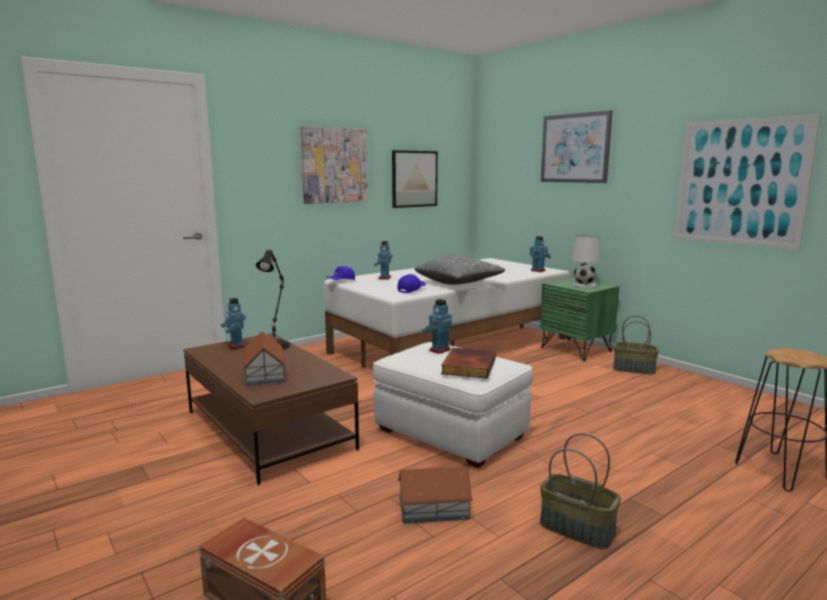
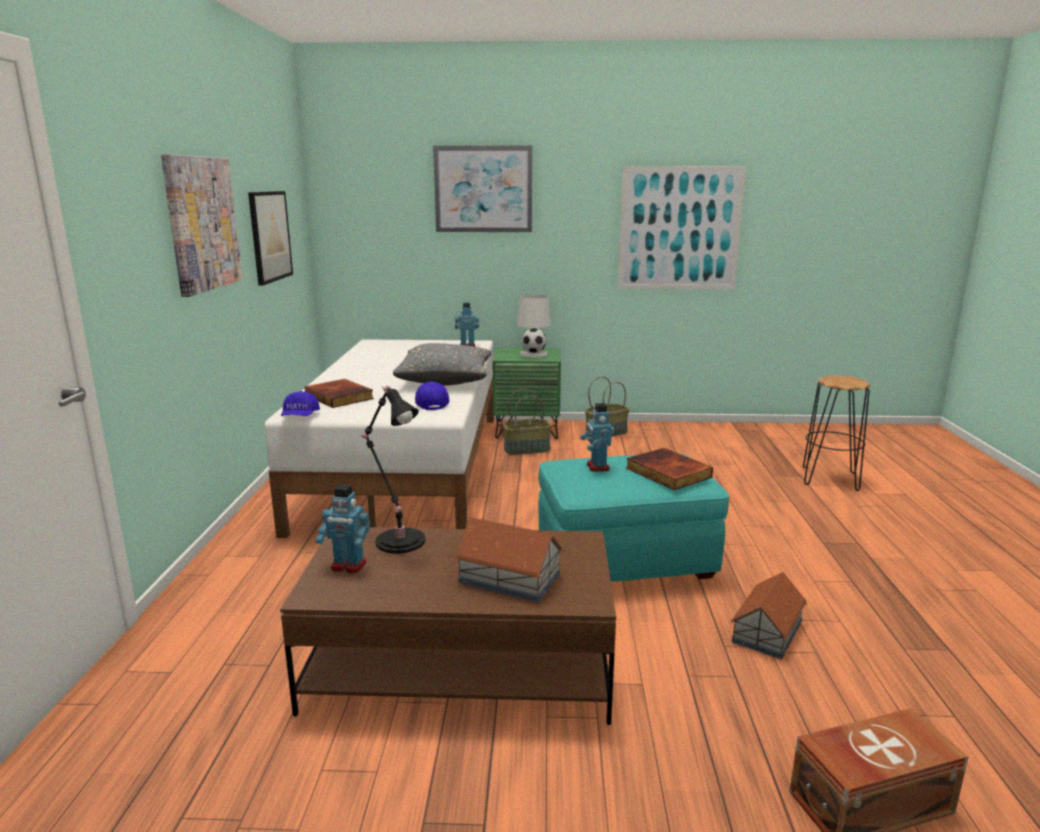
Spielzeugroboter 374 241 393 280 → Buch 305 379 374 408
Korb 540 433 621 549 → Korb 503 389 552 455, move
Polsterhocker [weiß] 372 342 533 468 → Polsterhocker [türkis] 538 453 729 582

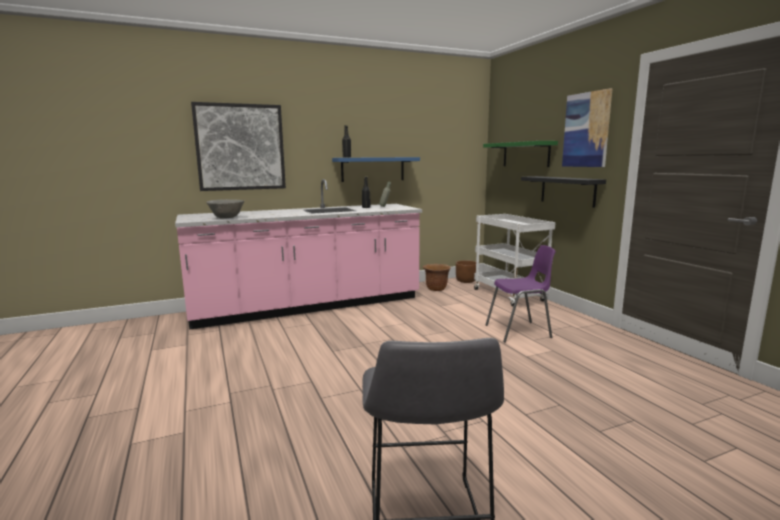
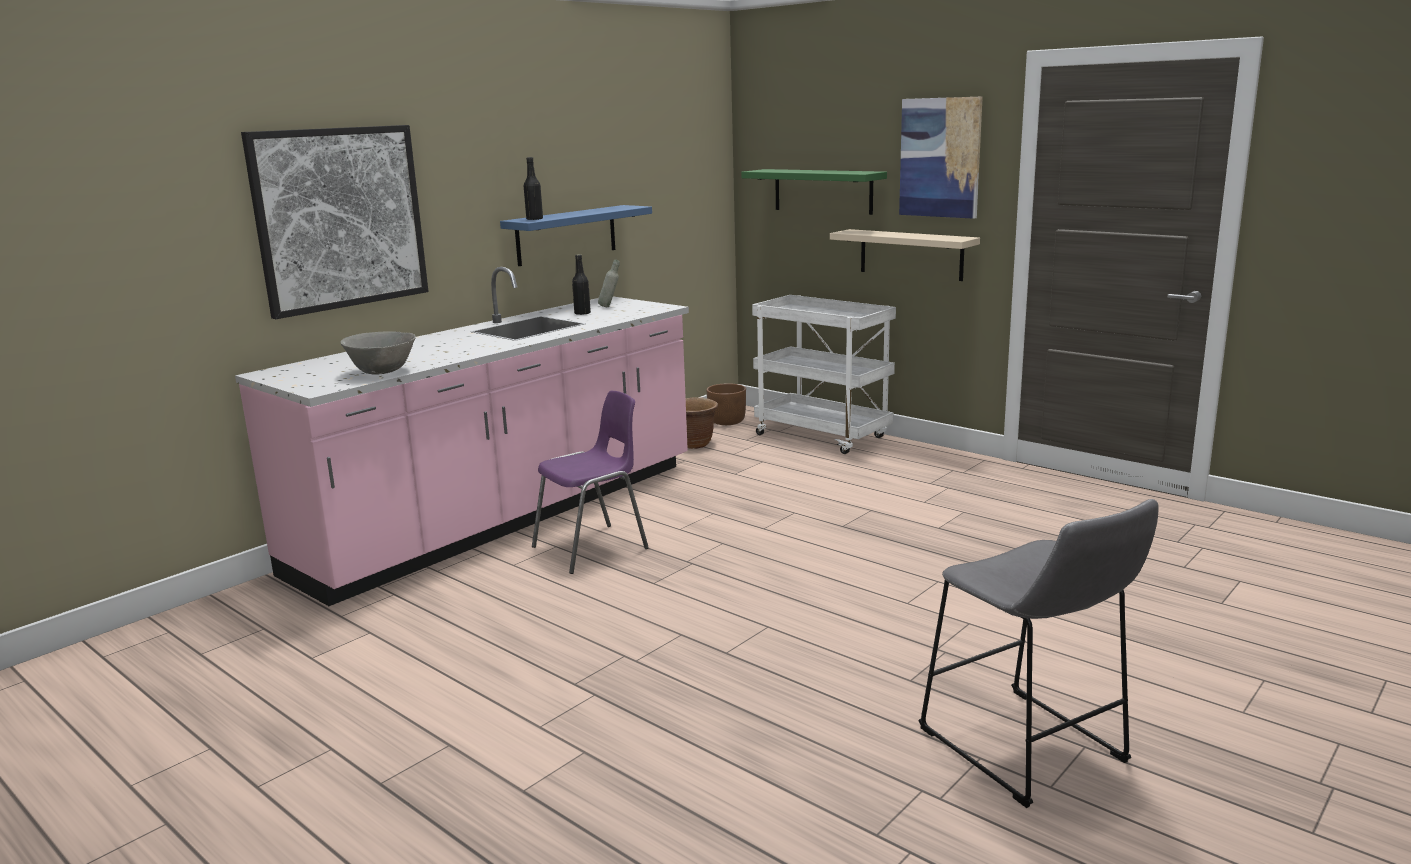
Stuhl [lila] 486 245 556 343 → Stuhl [lila] 532 391 649 574, move
Wandregal [schwarz] 521 176 606 208 → Wandregal [beige] 830 229 980 281

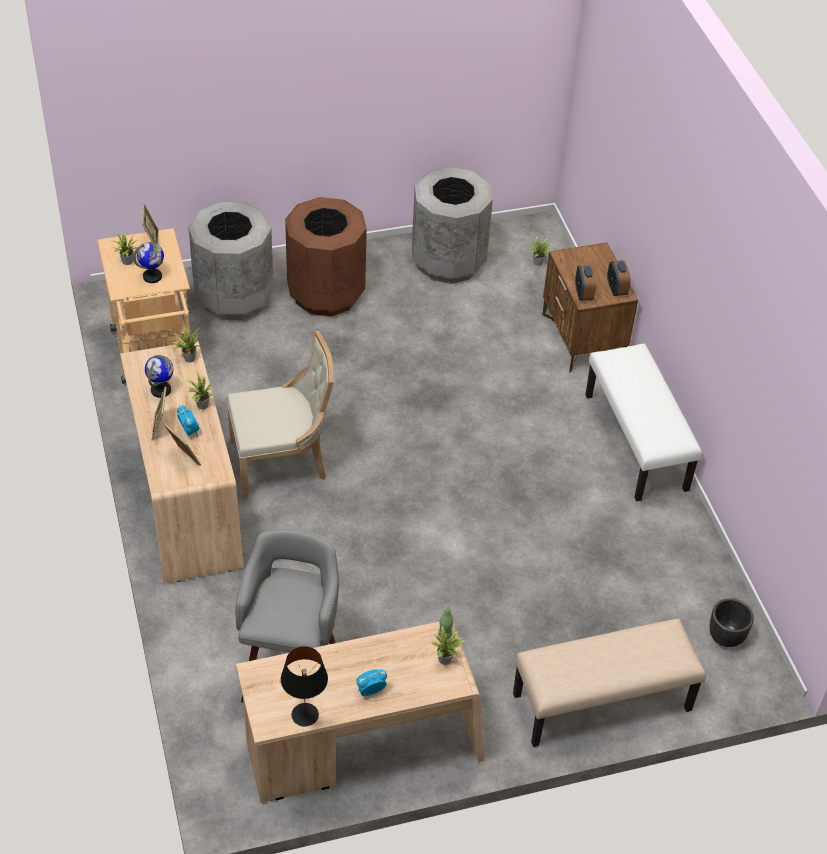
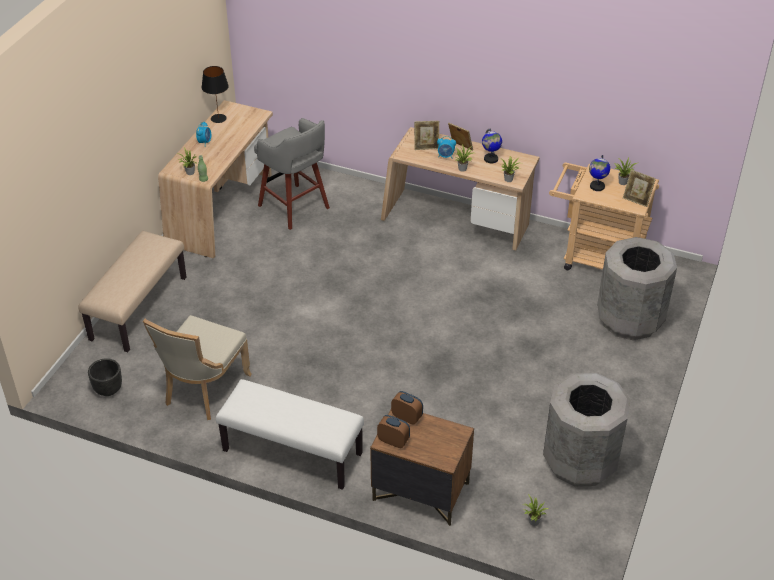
Stuhl [beige] 227 331 334 500 → Stuhl [beige] 143 315 252 420, move
Mülleimer [braun] 285 197 367 316 → -

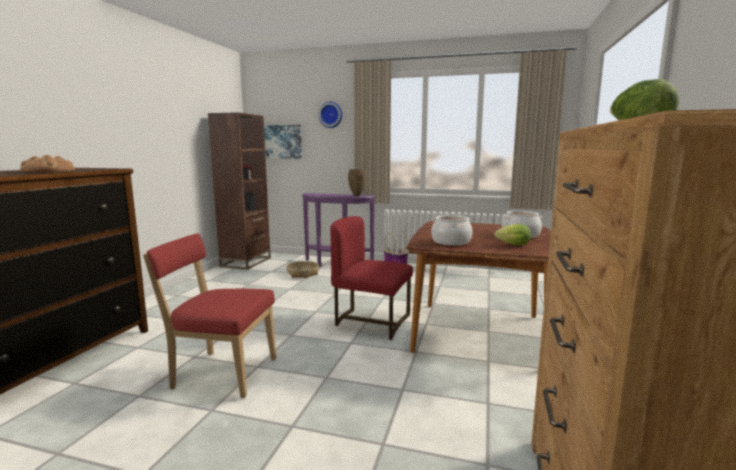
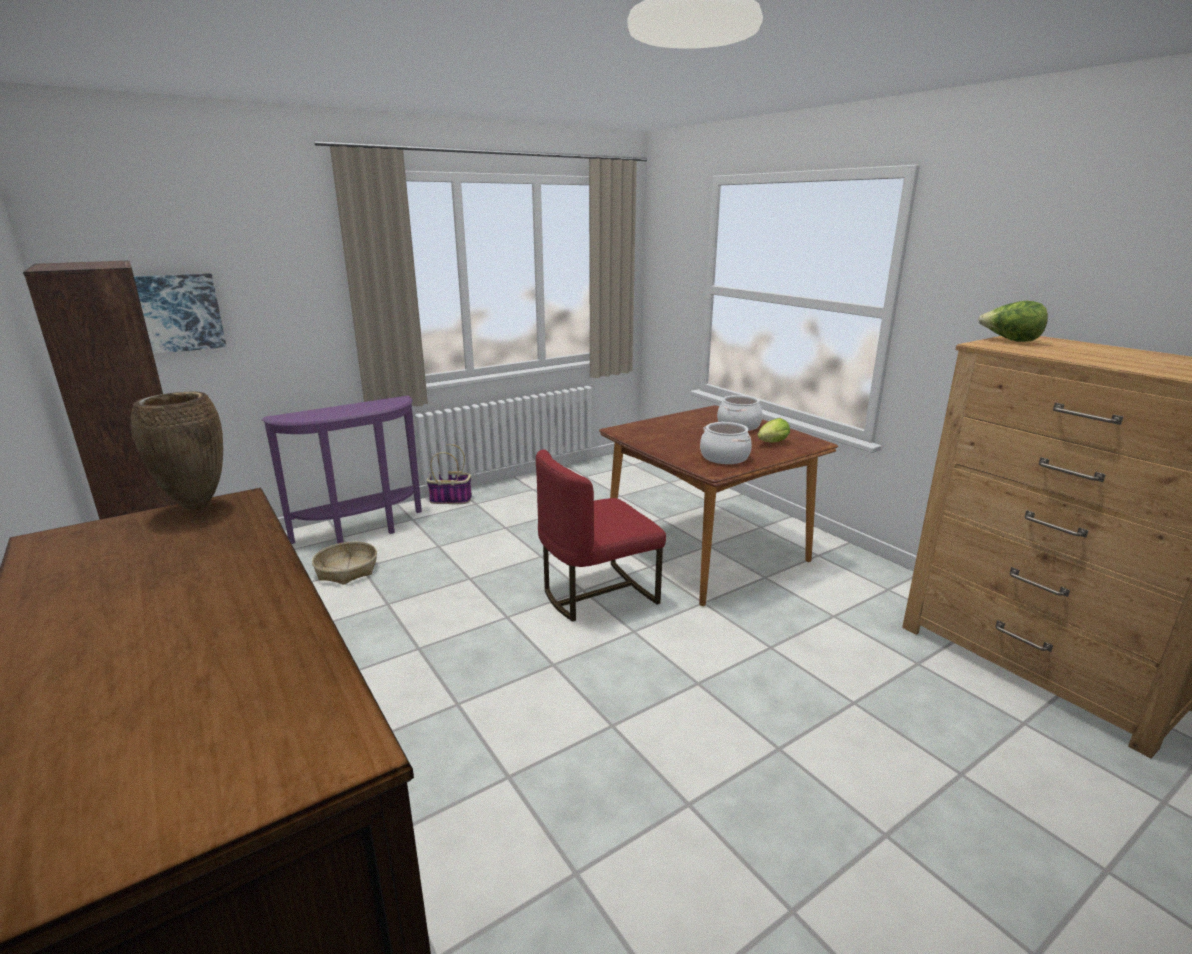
Vase [braun] 348 169 366 196 → Vase [braun] 131 391 223 510, move
Brot 20 155 75 172 → -
Stuhl [rot] 143 233 276 398 → -
Wanduhr 318 102 342 128 → -

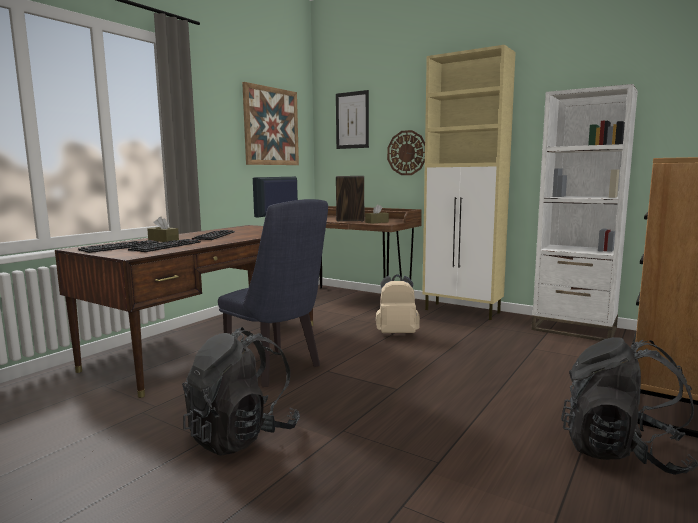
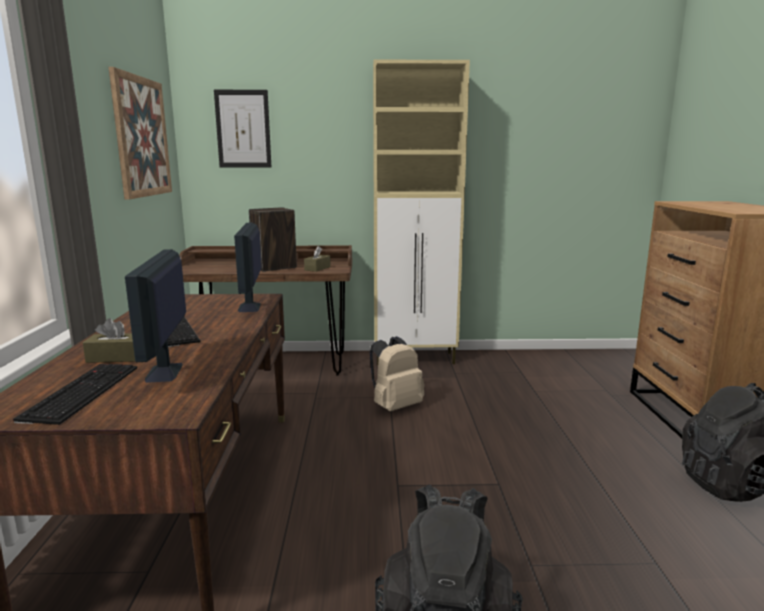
Tastatur 128 239 201 252 → Monitor 125 249 186 383
Stuhl [blau] 218 199 328 387 → -
Wanduhr 387 130 425 175 → -
Bücherregal [weiß] 531 84 638 341 → -

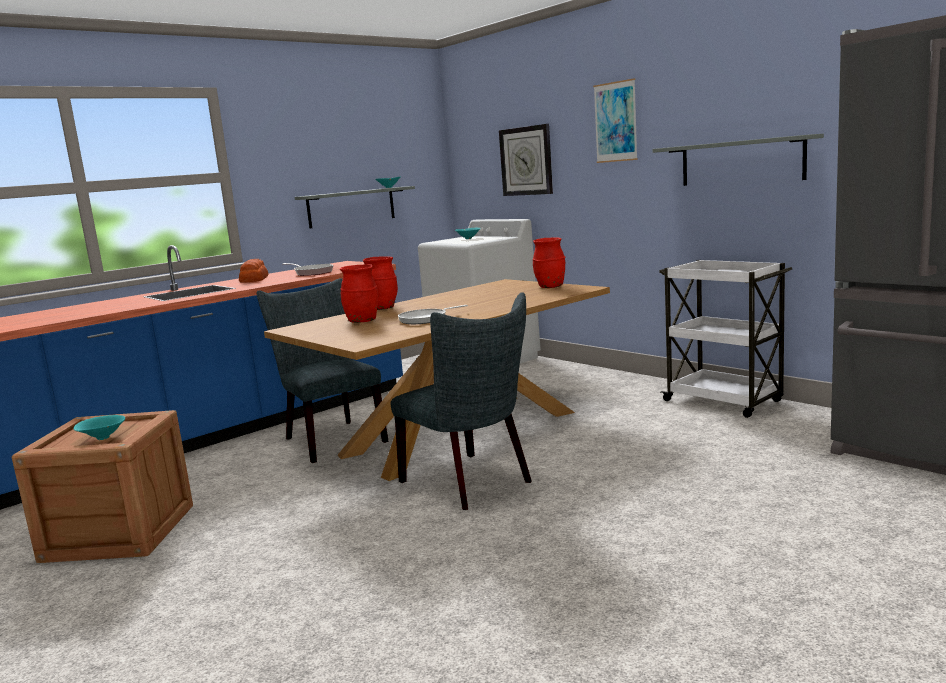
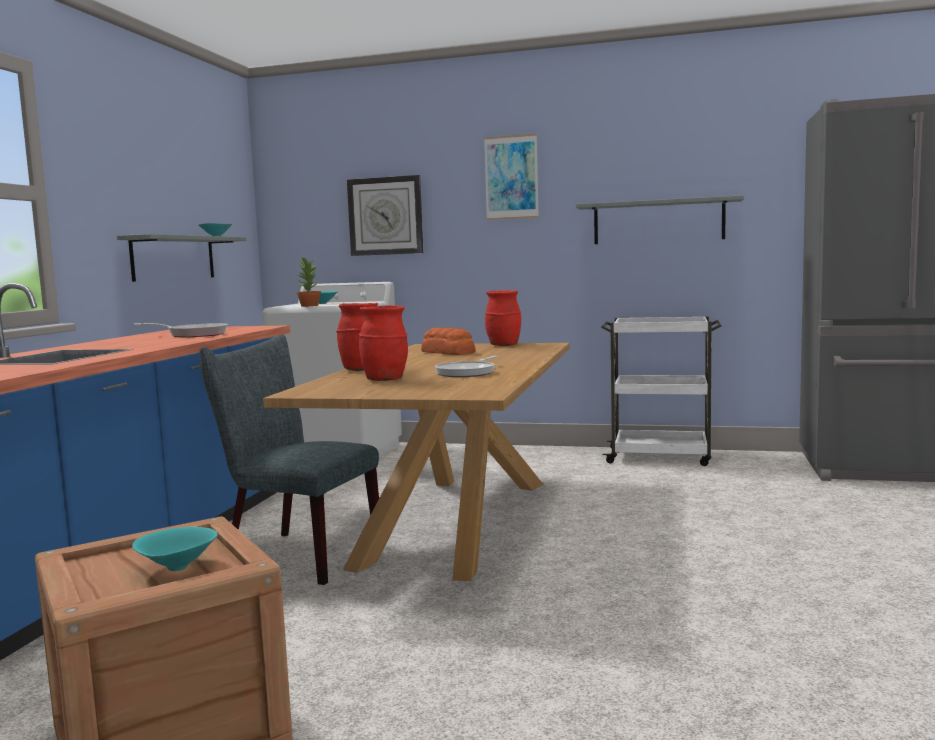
- → Topfpflanze 297 257 321 307
Brot 239 259 268 283 → Brot 421 327 476 355, move
Stuhl [grau] 391 292 532 510 → -

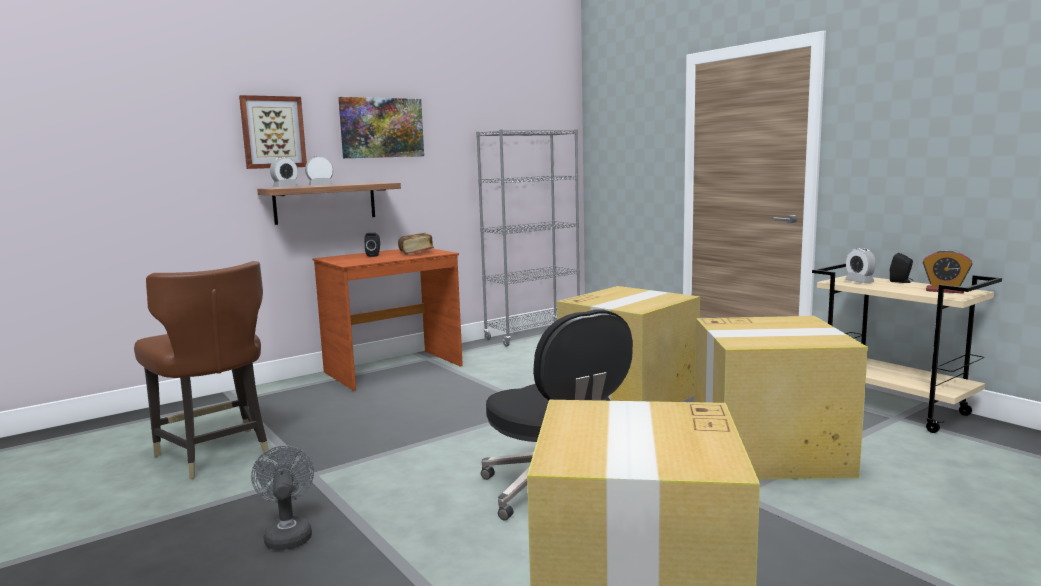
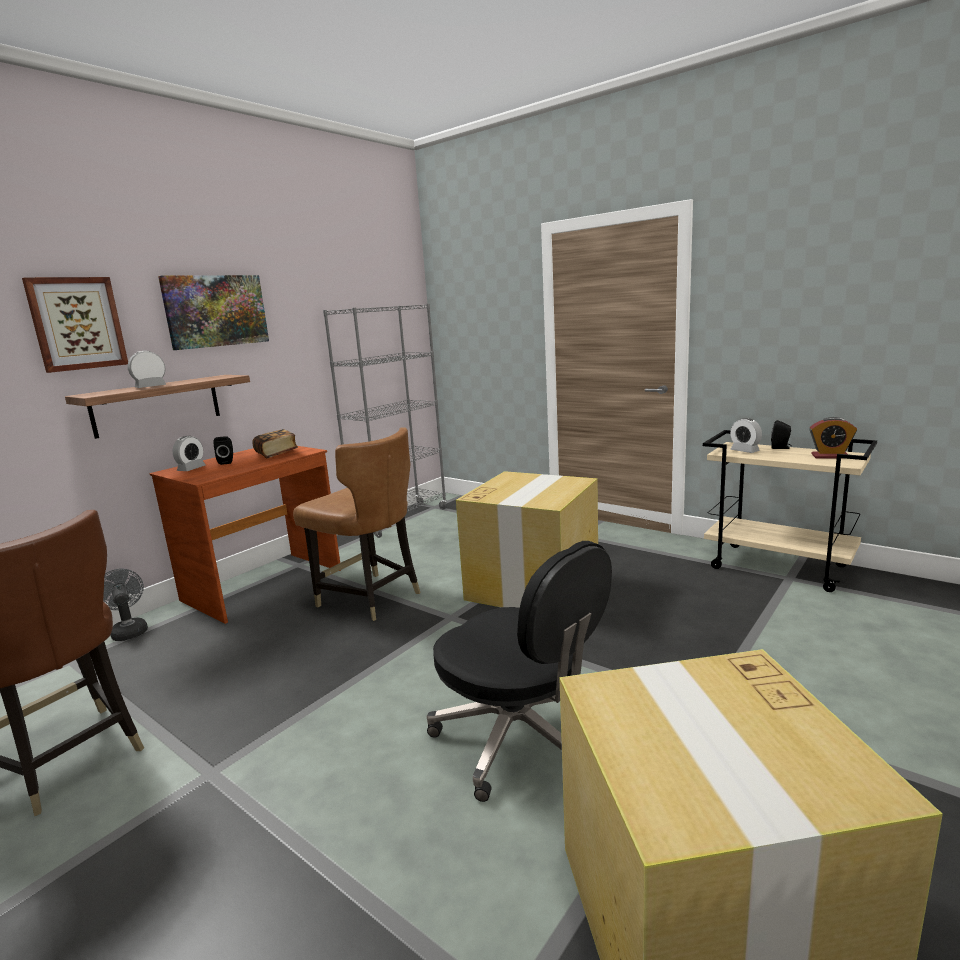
Ventilator [grau] 251 445 314 550 → Ventilator [grau] 103 569 148 641, move
Wecker 270 157 298 187 → Wecker 173 436 206 471, move
- → Stuhl [braun] 293 428 421 621
Karton 695 316 868 479 → -

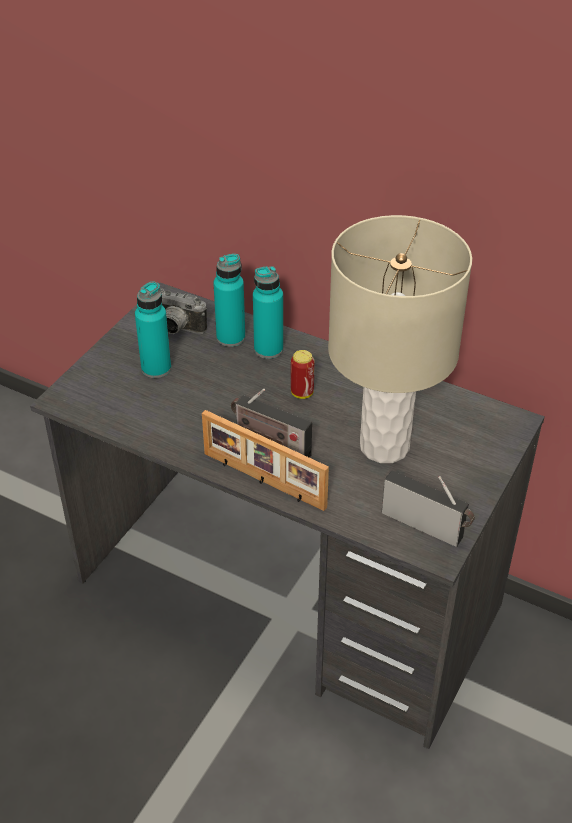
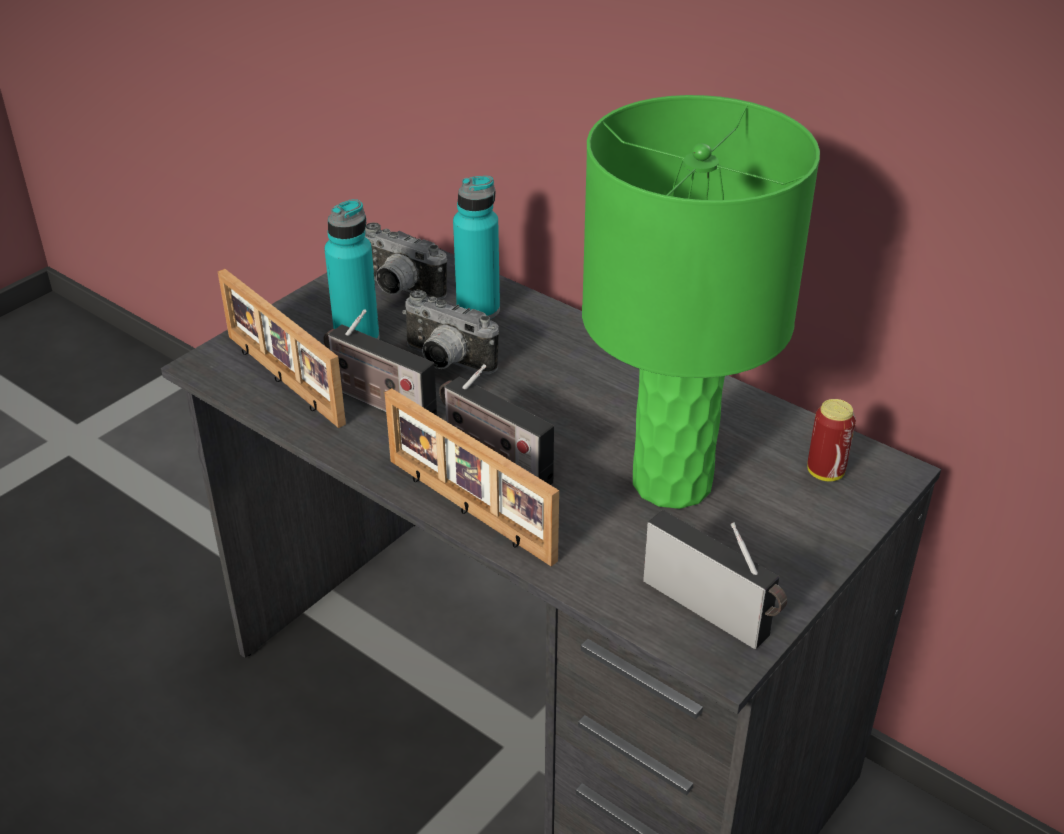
- → Bilderrahmen 218 269 346 428
- → Radio 324 309 437 416
- → Kamera 402 290 499 374
Tischlampe [beige] 328 215 472 463 → Tischlampe [grün] 582 95 820 509
Dose 291 350 315 399 → Dose 807 399 856 481, move
Flasche [türkis] 253 266 283 359 → -

